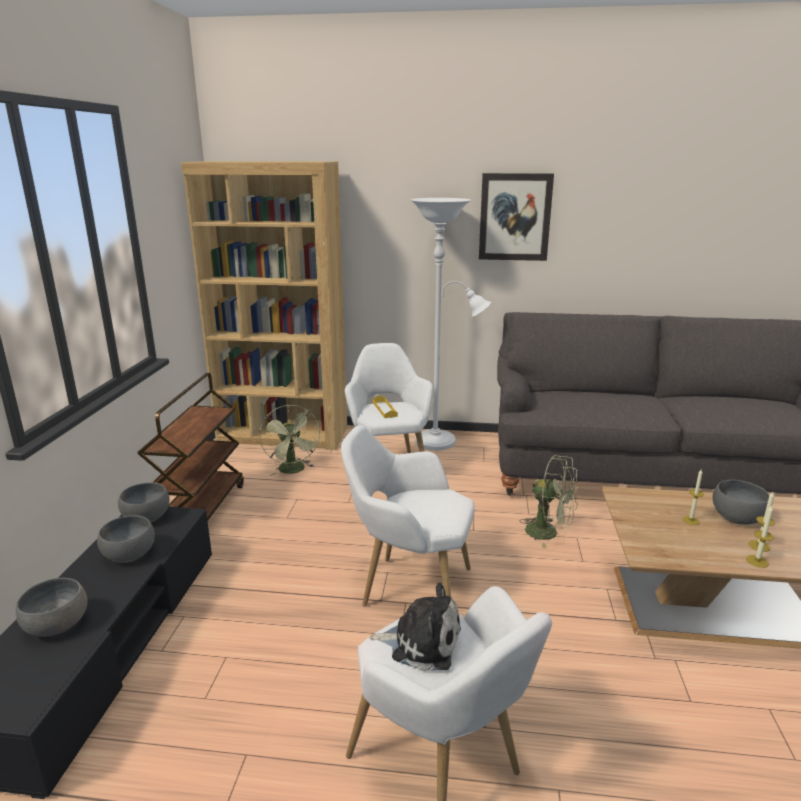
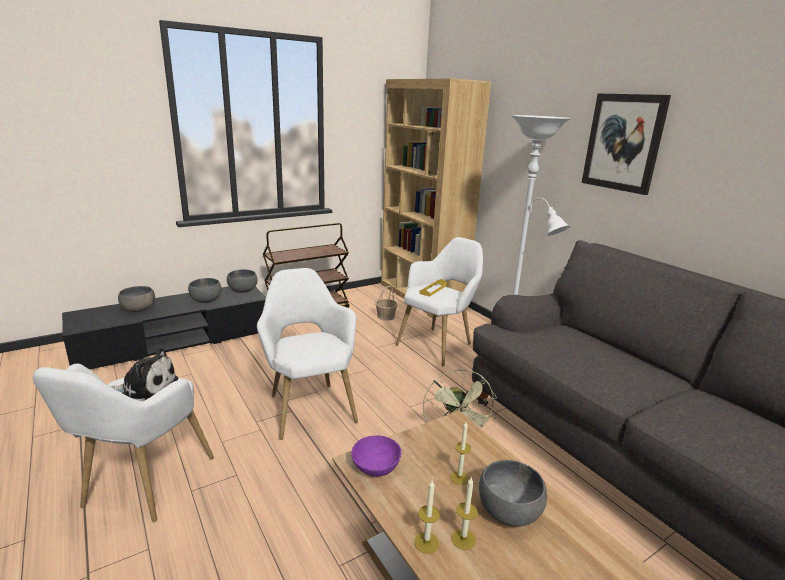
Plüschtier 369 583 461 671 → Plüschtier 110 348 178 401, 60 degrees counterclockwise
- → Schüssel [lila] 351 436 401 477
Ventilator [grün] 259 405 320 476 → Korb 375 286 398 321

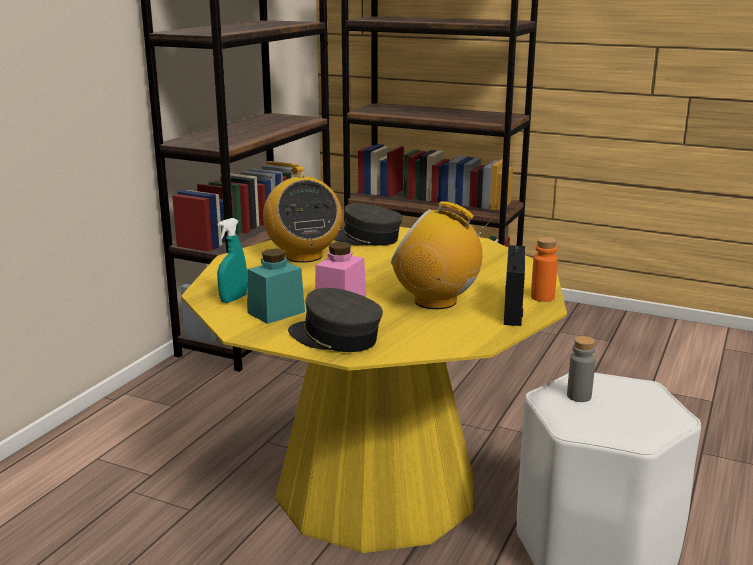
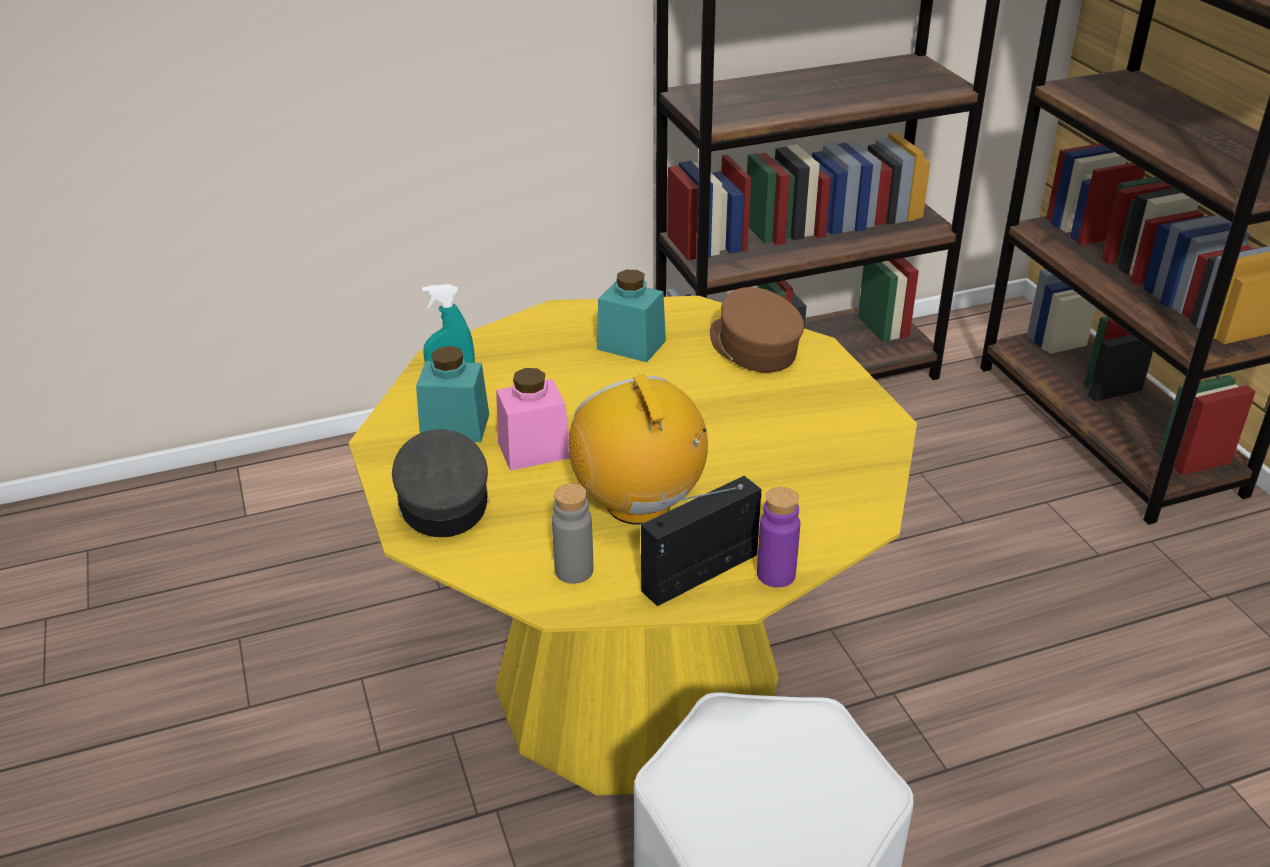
Flasche [grau] 567 336 595 402 → Flasche [grau] 552 483 593 584, move
Radio 263 166 342 263 → Vorratsglas [türkis] 597 270 666 362
Kappe [grau] 334 203 403 246 → Kappe [braun] 710 287 804 373
Flasche [orange] 531 237 558 302 → Flasche [lila] 757 487 800 588

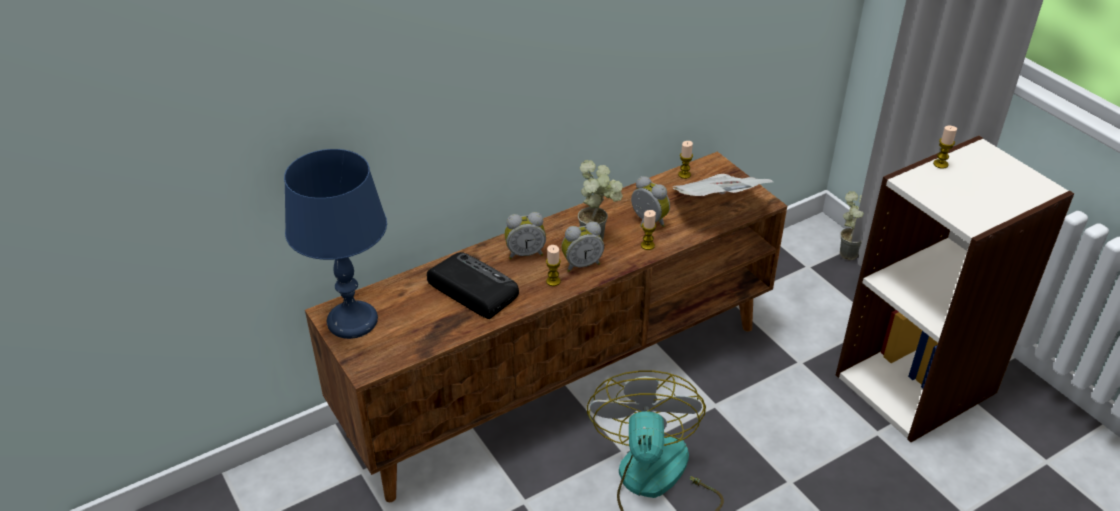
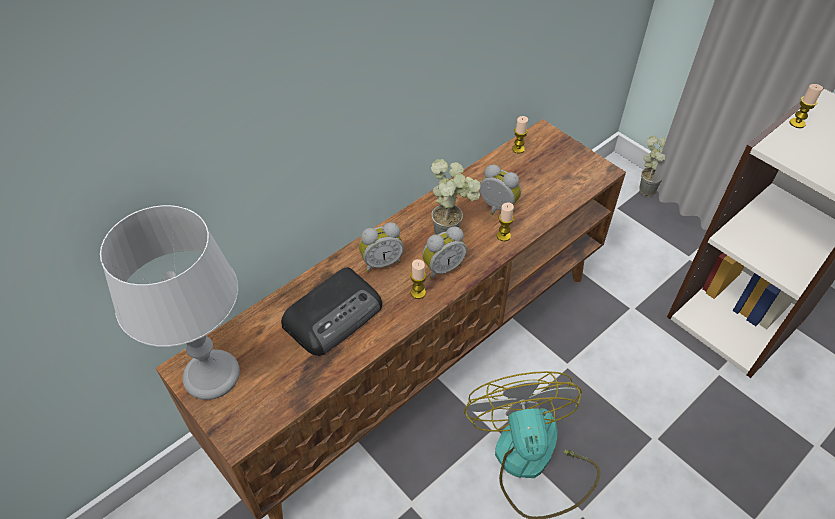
Tischlampe [blau] 284 149 387 339 → Tischlampe [grau] 100 205 240 400
Radio 427 252 519 319 → Radio 281 267 382 356, 105 degrees clockwise
Zeitung 673 174 773 196 → -

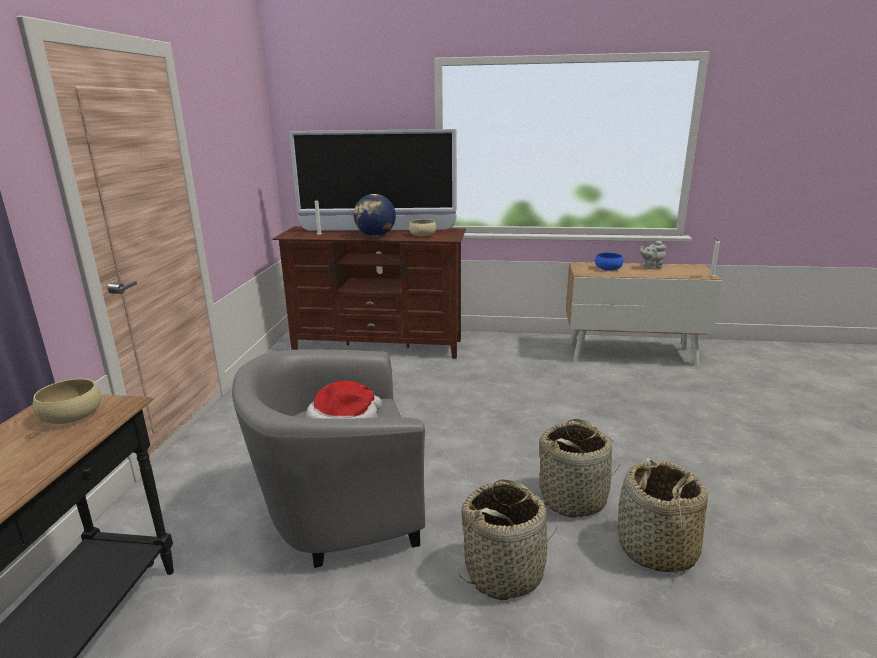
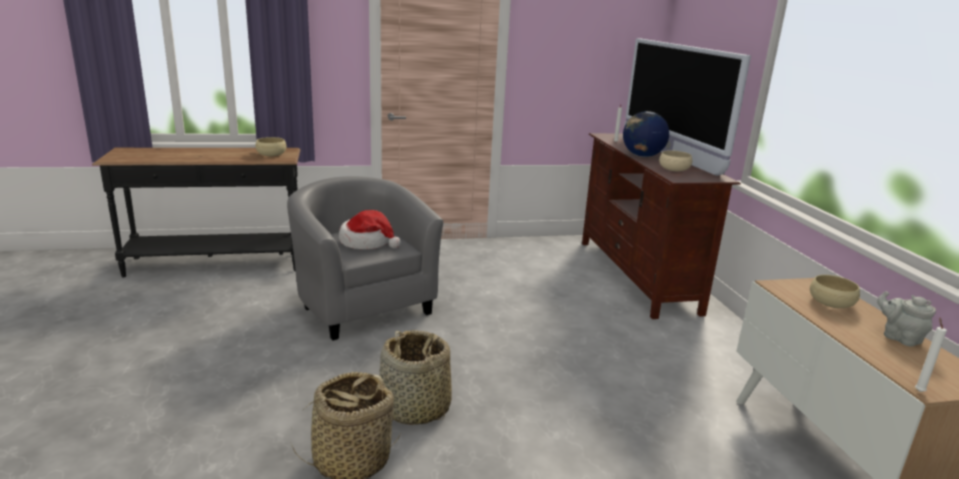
Schüssel [blau] 595 253 623 271 → Schüssel [beige] 810 275 860 308
Korb 459 479 557 600 → -

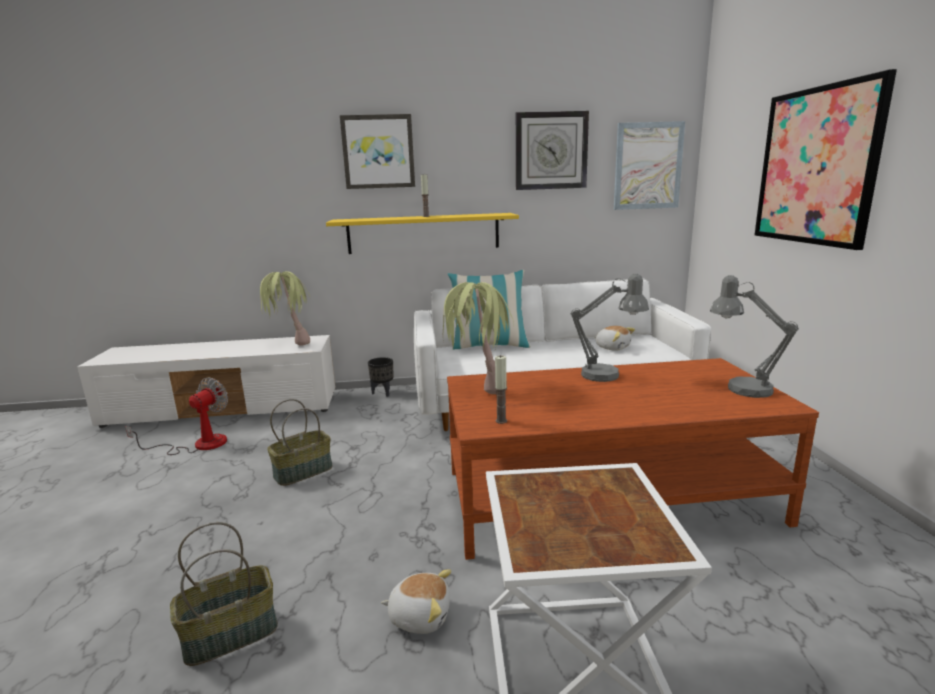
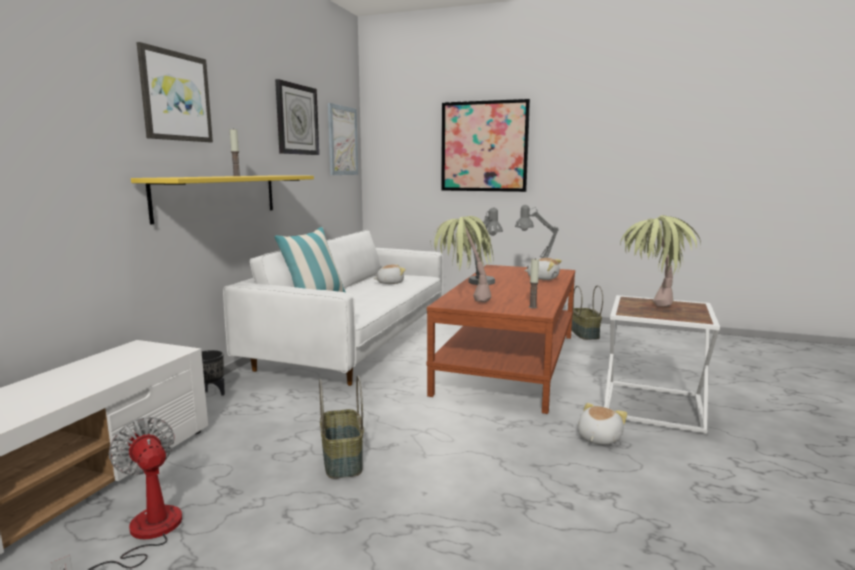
- → Plüschtier 524 258 562 280
Korb 170 522 278 666 → Korb 571 285 603 340, move
Topfpflanze 260 271 311 346 → Topfpflanze 620 215 701 307, move

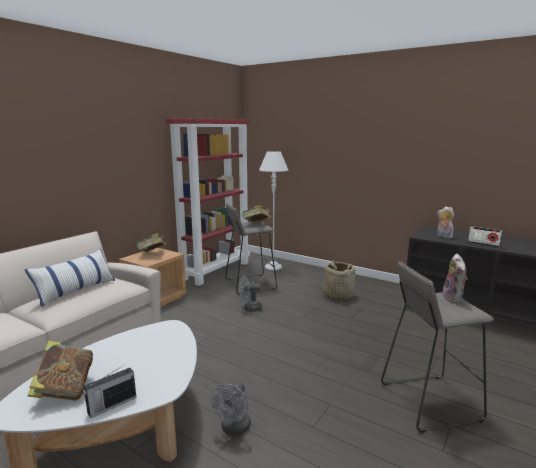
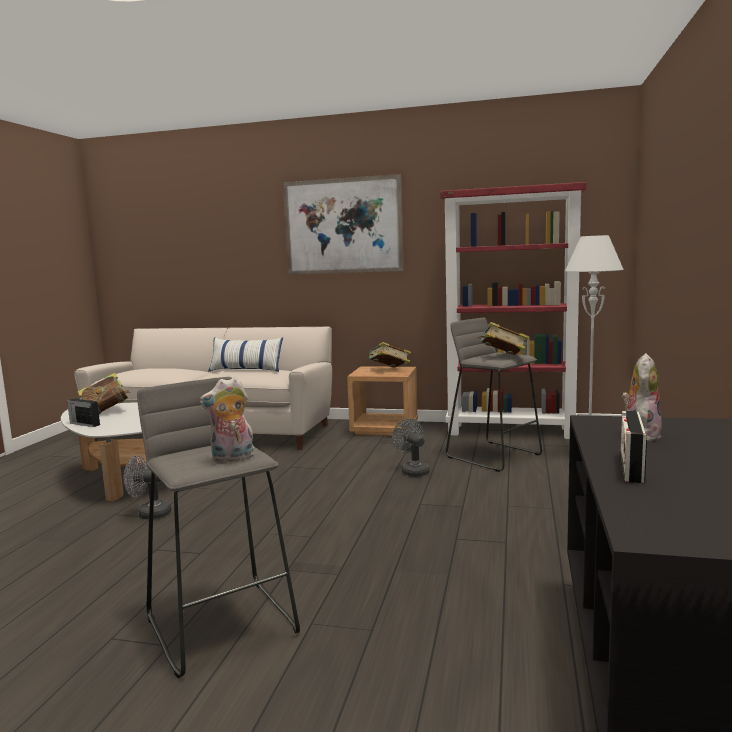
- → Bild 283 174 404 275
Korb 323 260 355 300 → -

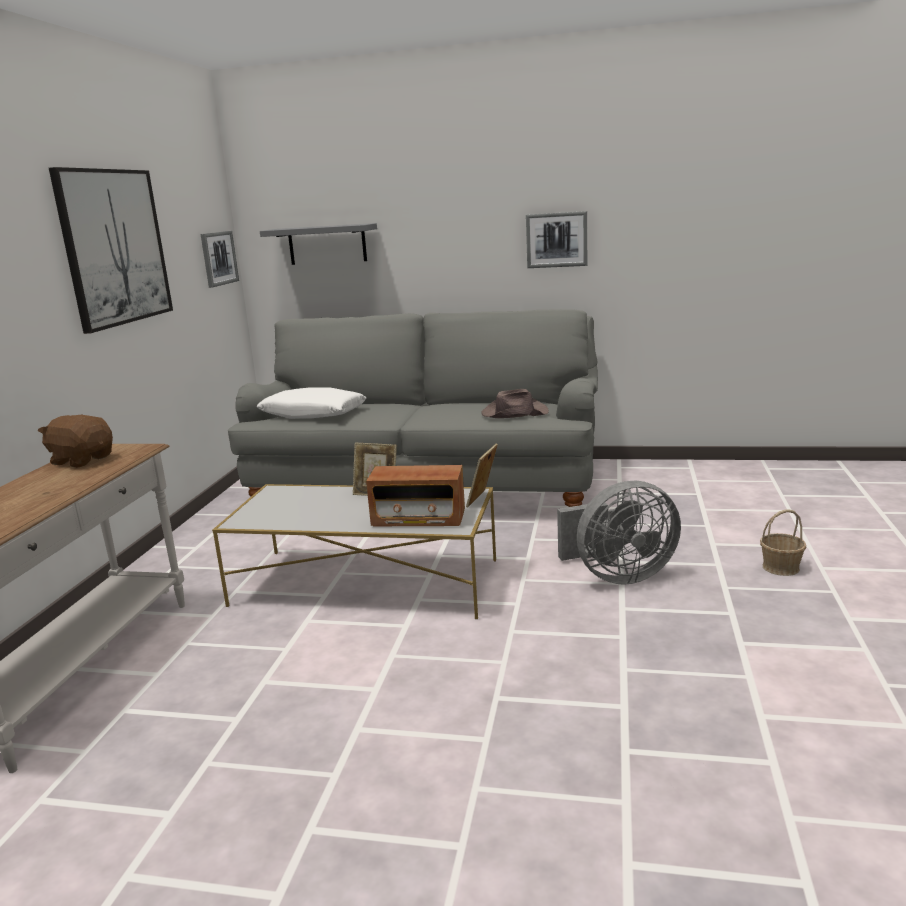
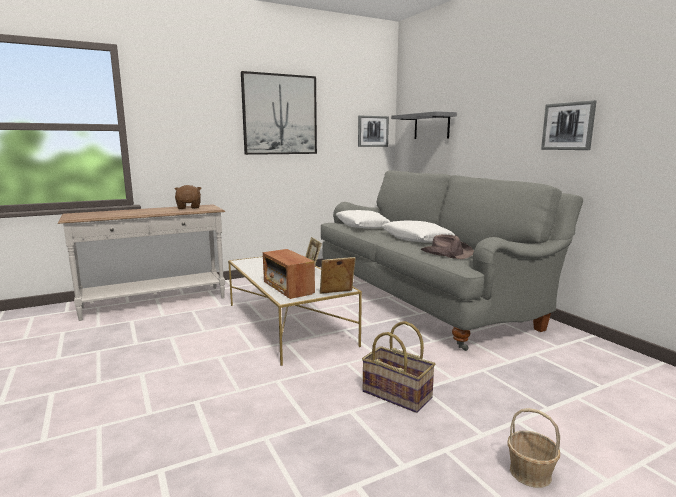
Ventilator [grau] 557 481 681 585 → Korb 362 321 435 413
- → Kissen [weiß] 382 220 456 243

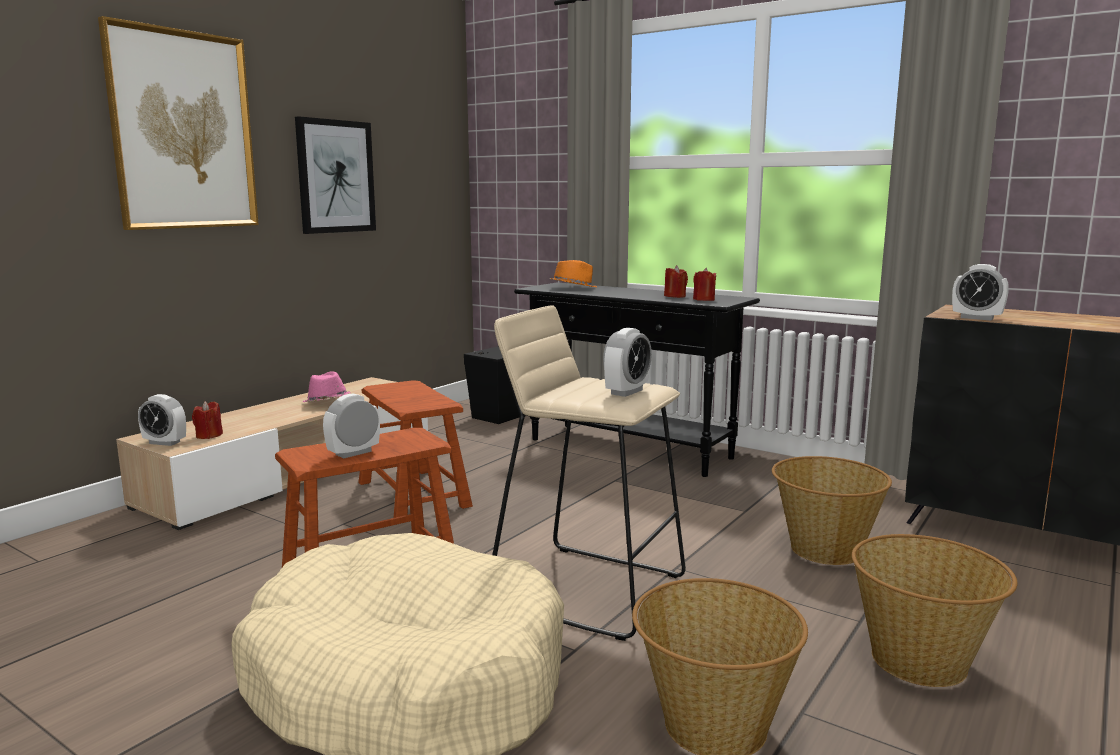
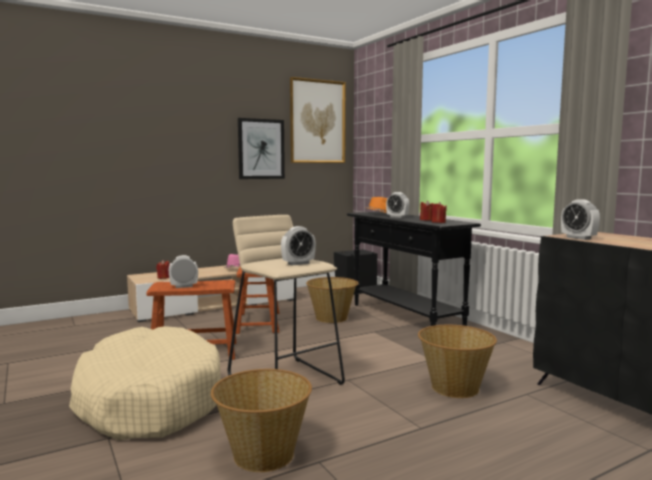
Bild 98 16 259 230 → Bild 290 77 346 163, move
Korb 852 534 1017 687 → Korb 306 277 358 323, move
Wecker 138 394 186 446 → Wecker 386 192 409 218, move

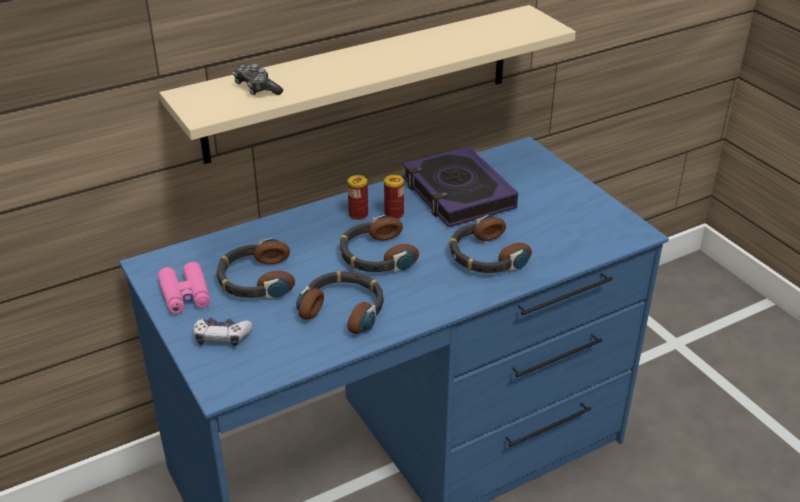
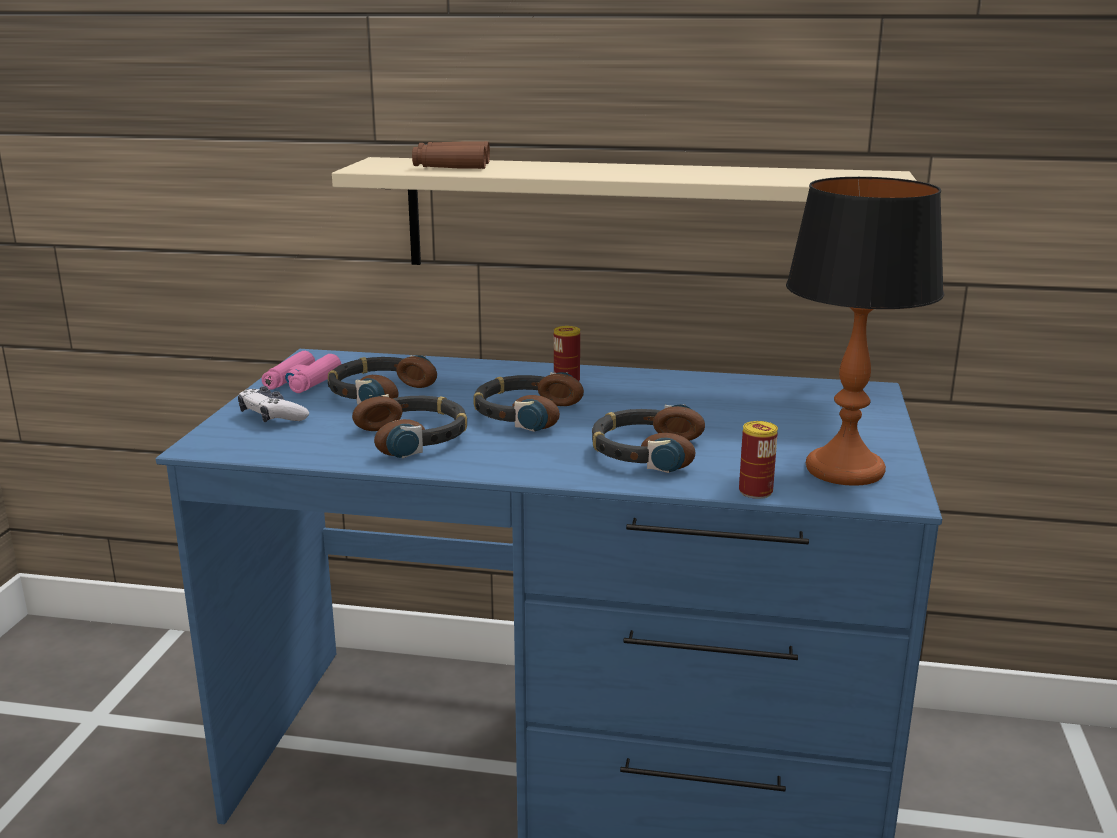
Gamepad 233 64 283 95 → Fernglas [braun] 412 141 490 169
Dose 384 175 404 219 → Dose 739 421 778 499, move
- → Tischlampe 786 177 944 486
Buch 402 146 518 227 → -

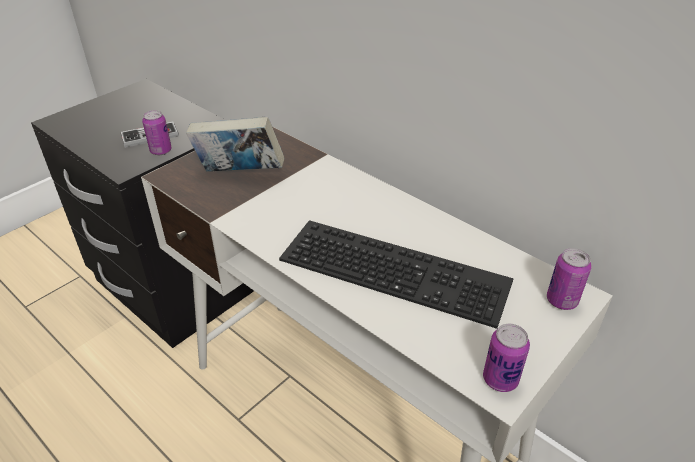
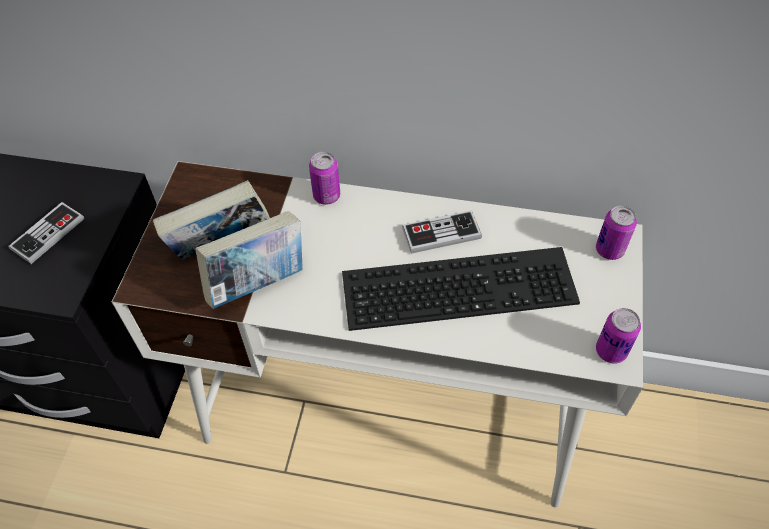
- → Buch 196 211 302 309
Dose 142 110 172 155 → Dose 309 152 340 205, move
- → Gamepad 402 210 482 254

